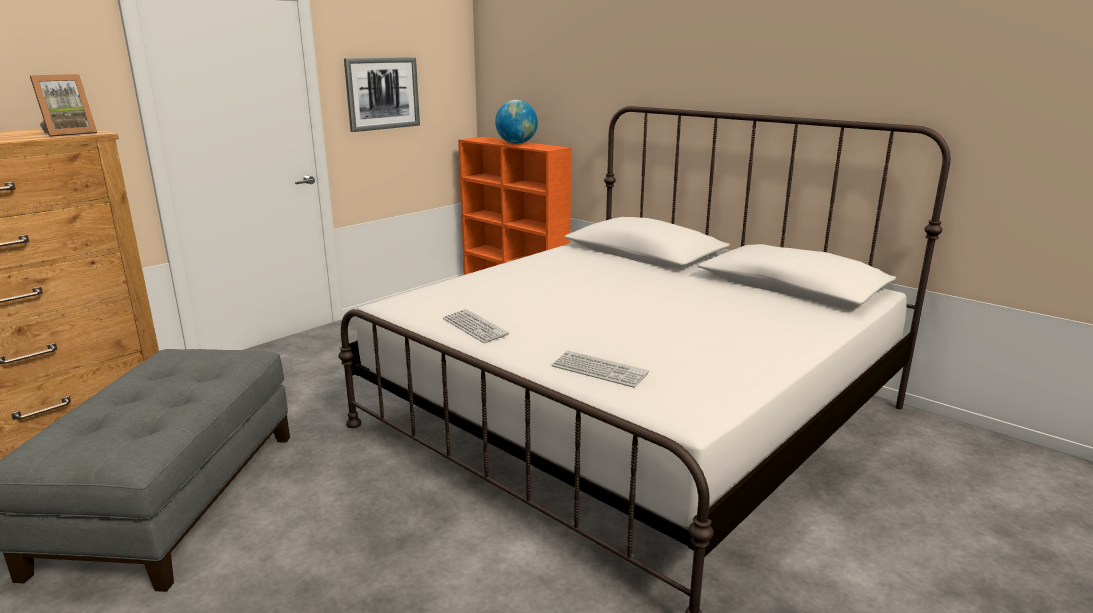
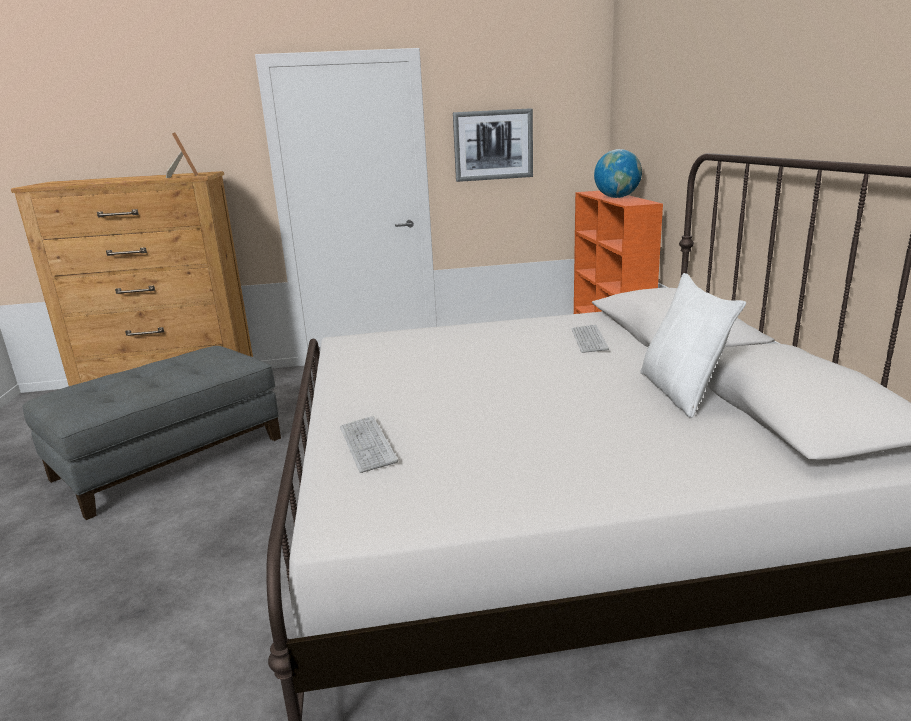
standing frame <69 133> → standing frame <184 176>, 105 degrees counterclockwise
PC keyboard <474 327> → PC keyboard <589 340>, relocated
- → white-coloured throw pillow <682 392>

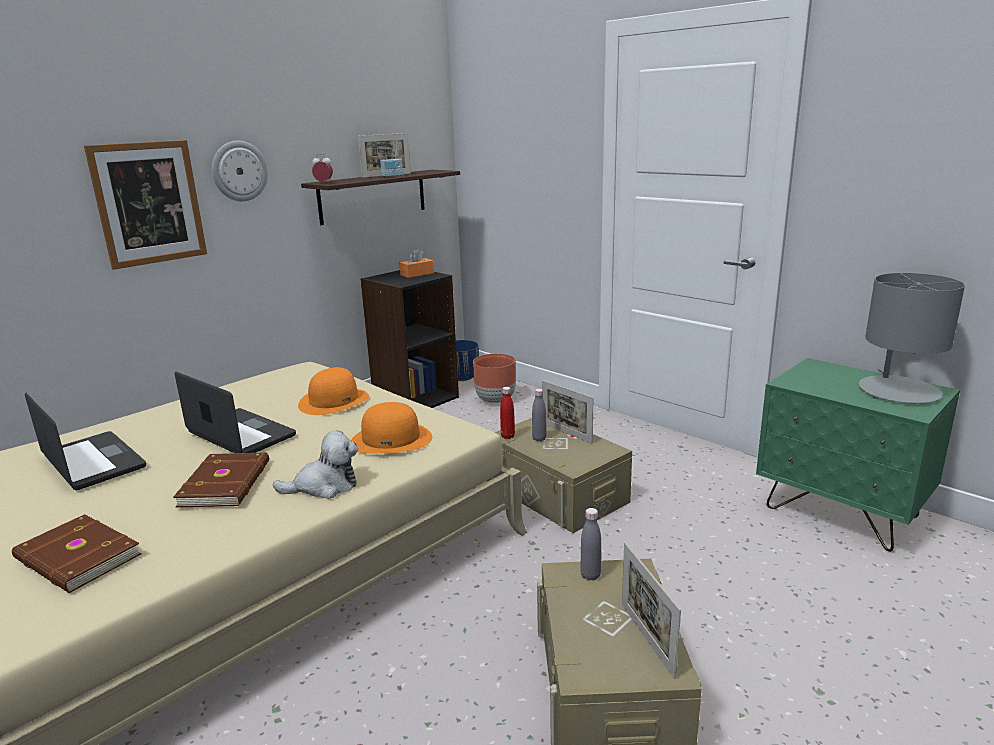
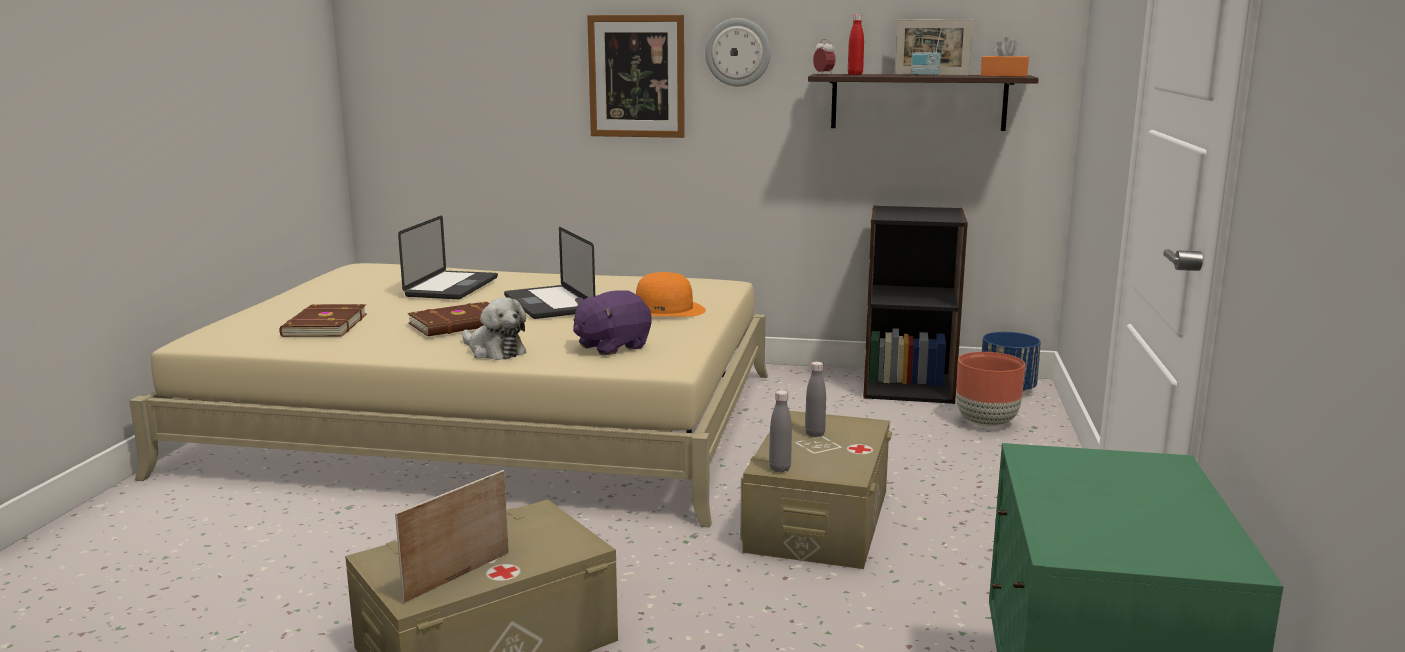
orange box of tissues <417 274> → orange box of tissues <1004 76>, relocated
gray lamp for a table <898 391> → -
notebook computer <241 434> → notebook computer <548 304>, 150 degrees clockwise
standing frame <566 433> → -
red beverage bottle <507 436> → red beverage bottle <855 74>, relocated
orange hat <391 439> → purple-coloured plush toy <611 346>
gray beverage bottle <590 575> → gray beverage bottle <780 469>, relocated

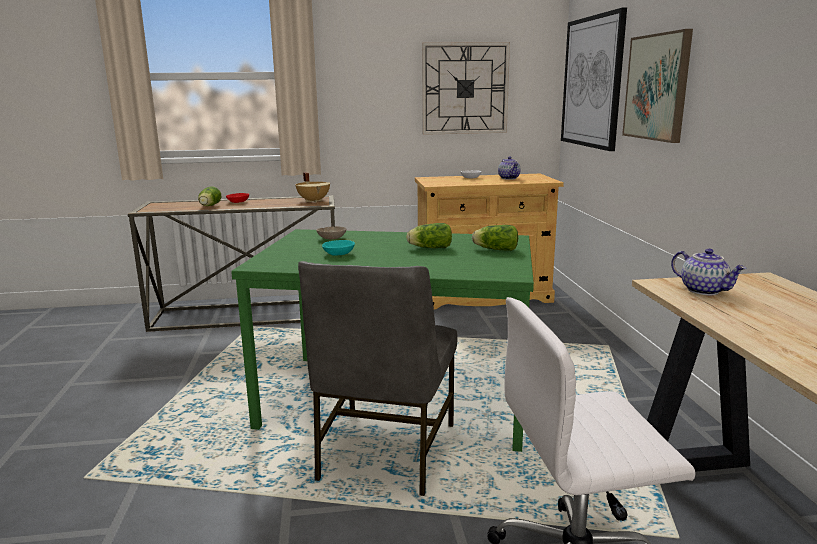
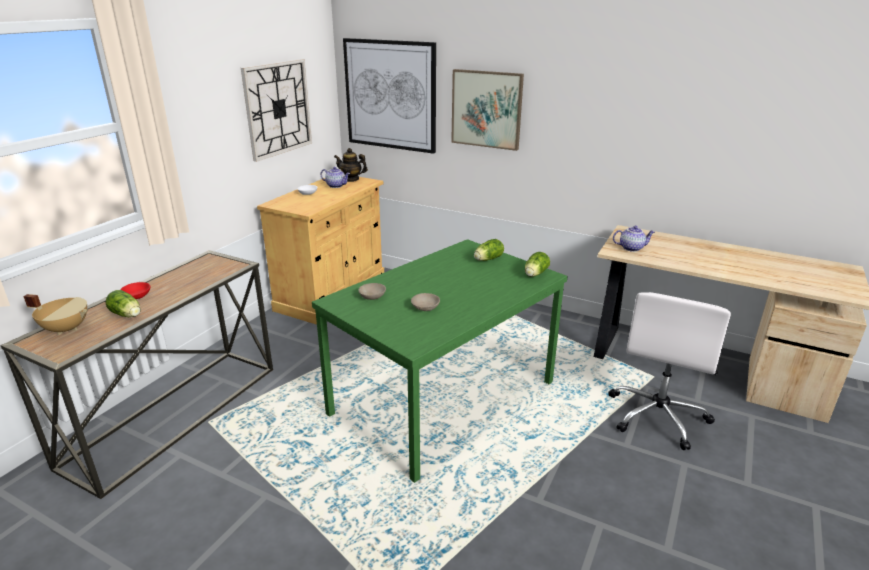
sand-coloured saucepot <314 201> → sand-coloured saucepot <66 328>, relocated
lettuce head <429 248> → lettuce head <534 274>, relocated
turquoise-coloured bowl <340 254> → sand-coloured bowl <426 307>
gray upright chair <384 453> → -
- → pot for tea <351 179>

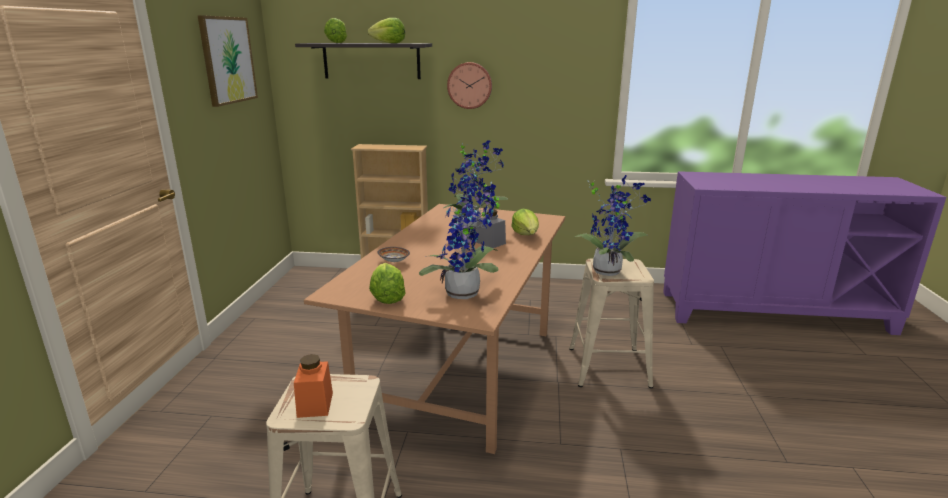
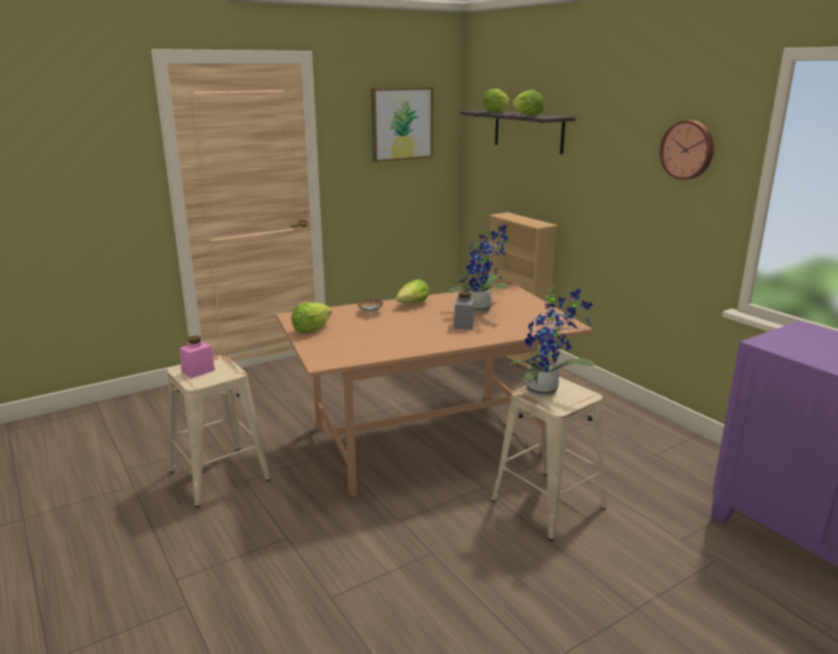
hanging clock <469 85> → hanging clock <688 150>, relocated
plant in a pot <466 294> → -
lettuce head <526 235> → lettuce head <413 304>, relocated
orange storage jar <315 404> → pink-coloured storage jar <198 371>

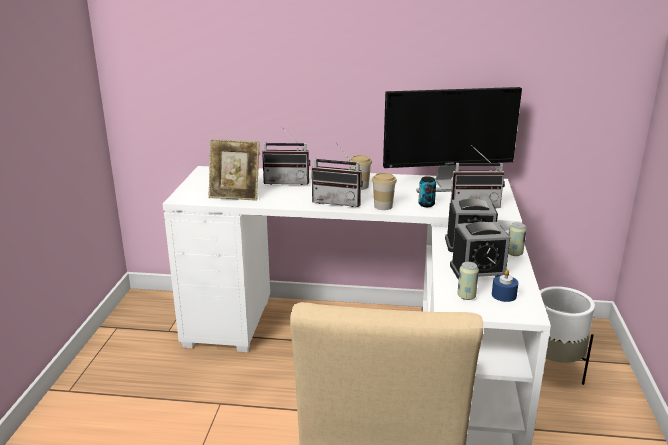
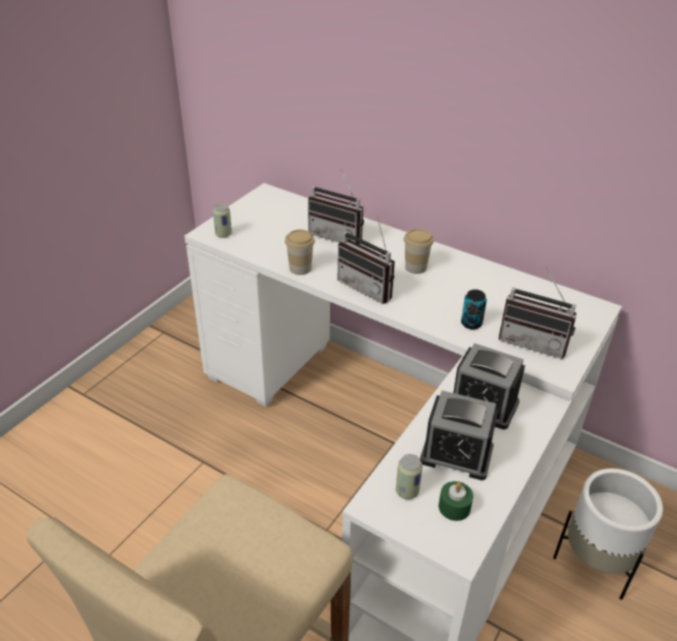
monitor <446 186> → -
standing frame <235 196> → -
cup <383 206> → cup <300 268>, relocated
metal can <514 253> → metal can <223 234>, relocated
blue-coloured wax candle <504 295> → green-coloured wax candle <454 507>

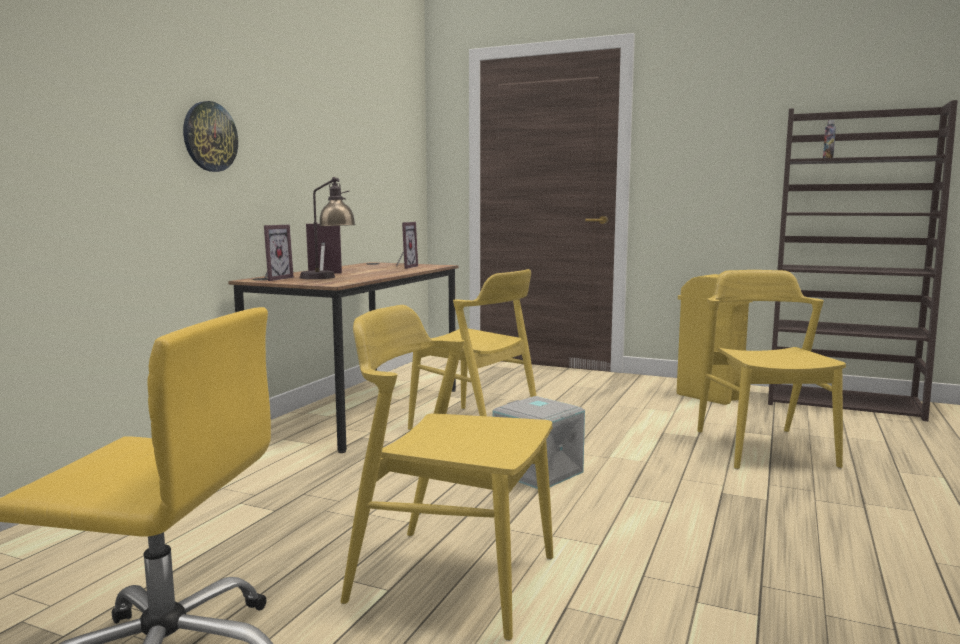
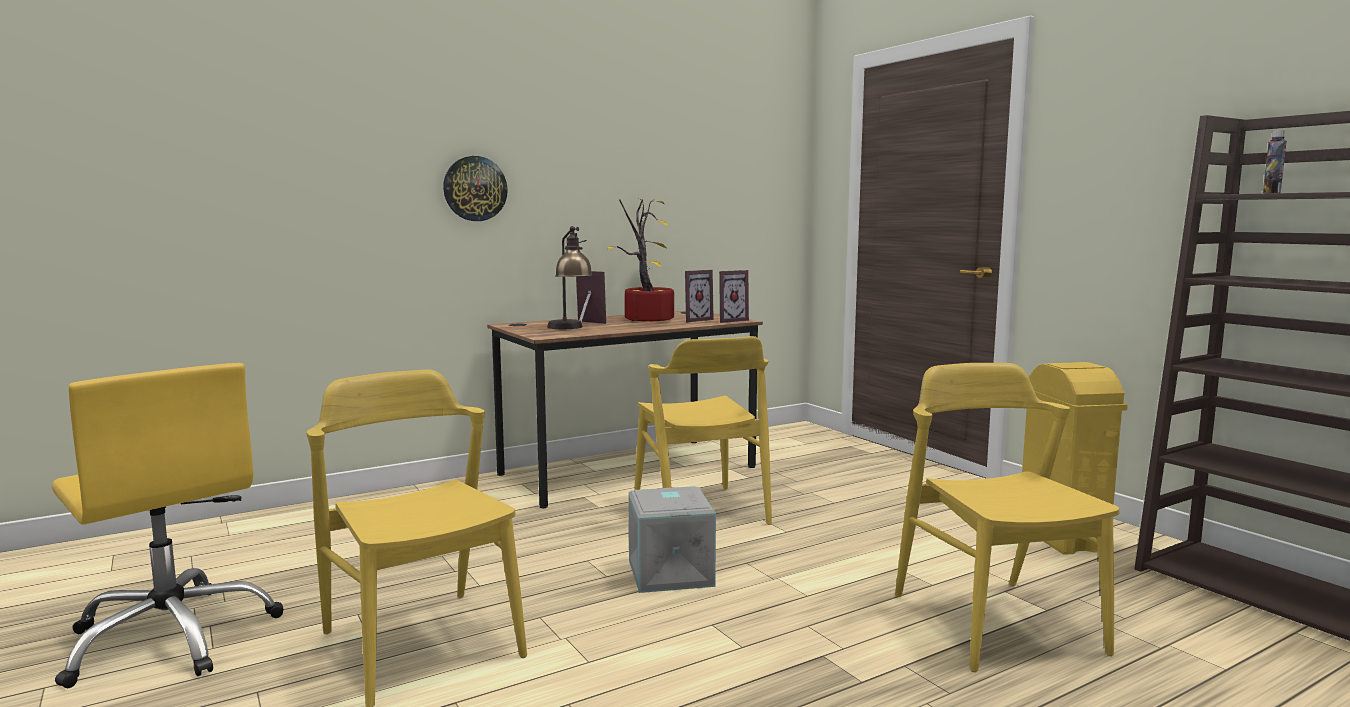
standing frame <273 278> → standing frame <729 320>, relocated
yellow-coloured upright chair <764 448> → yellow-coloured upright chair <996 623>, 45 degrees counterclockwise
- → plant in a pot <646 320>

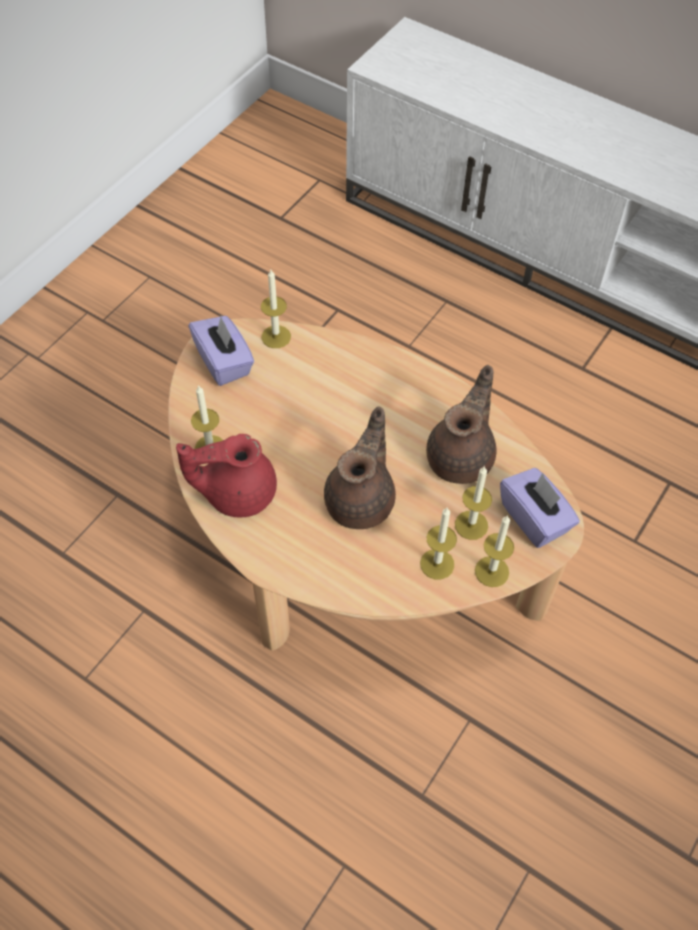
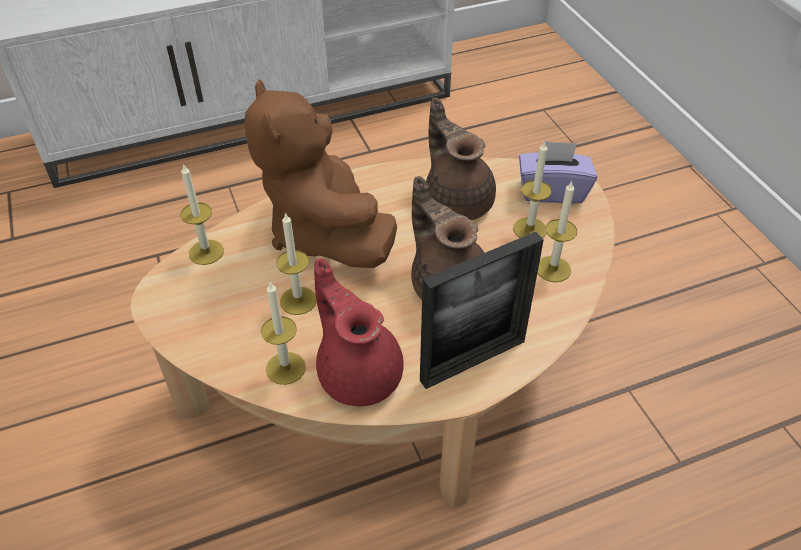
purple-coloured box of tissues <224 362> → -
red pot for tea <237 492> → red pot for tea <358 372>, 120 degrees clockwise
wax candle <491 571> → wax candle <298 301>, relocated
- → brownish plush toy <324 233>
- → standing frame <473 360>

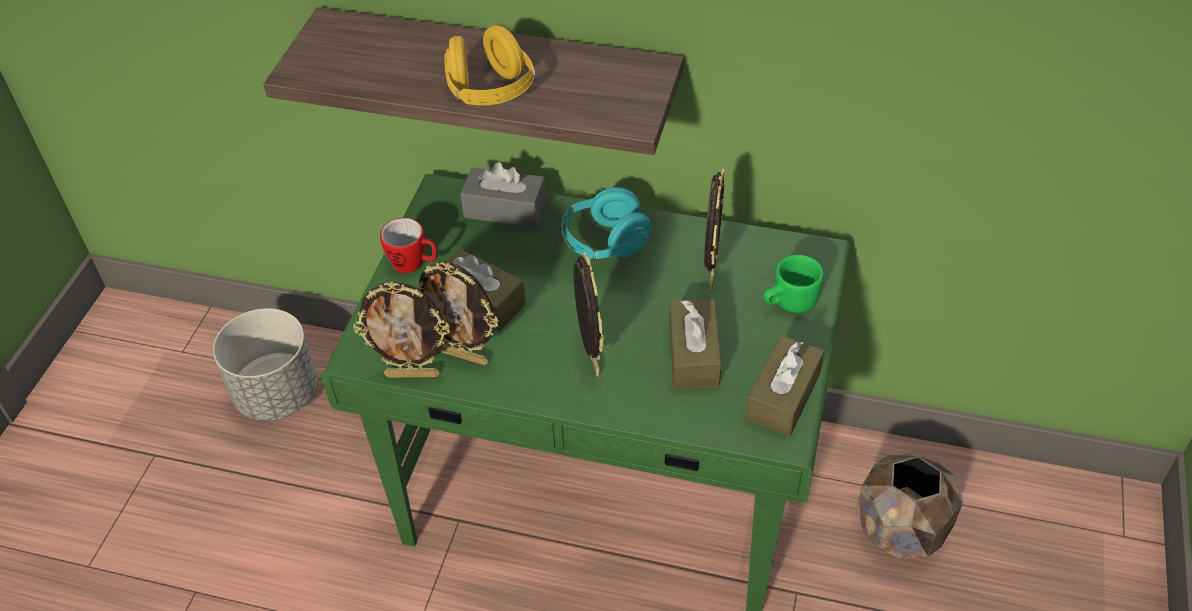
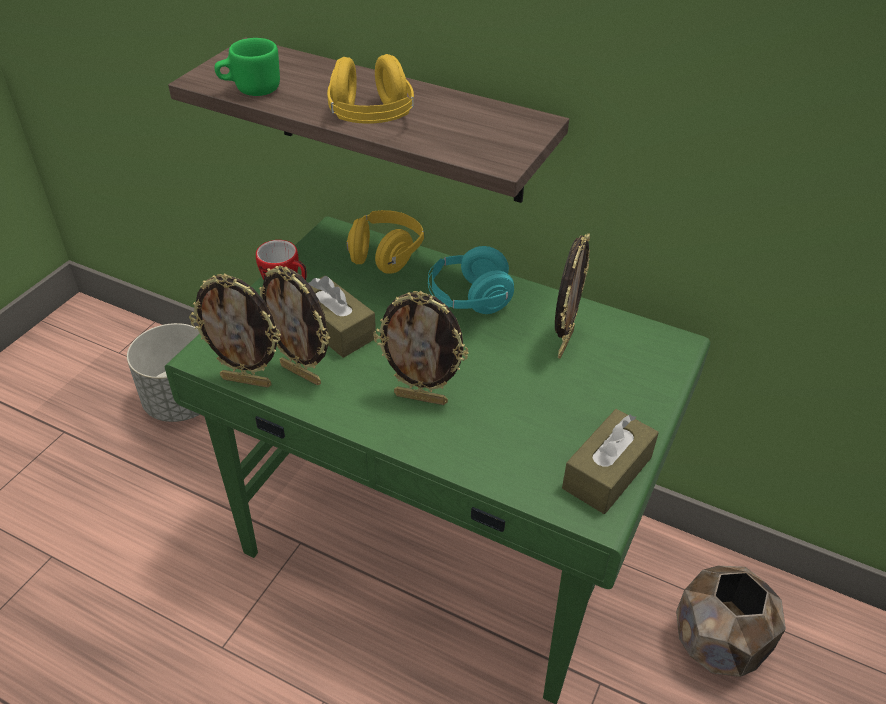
gray box of tissues <505 209> → yellow-coloured headphones <385 255>
standing frame <590 357> → standing frame <421 398>, 105 degrees clockwise
green-coloured coffee mug <788 302> → green-coloured coffee mug <250 90>, relocated
brownish box of tissues <693 355> → -

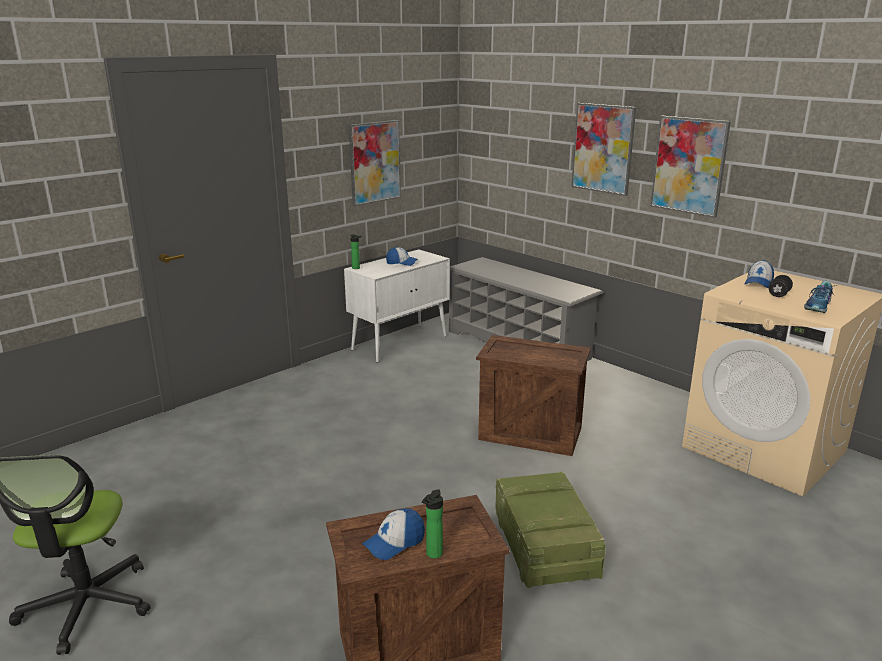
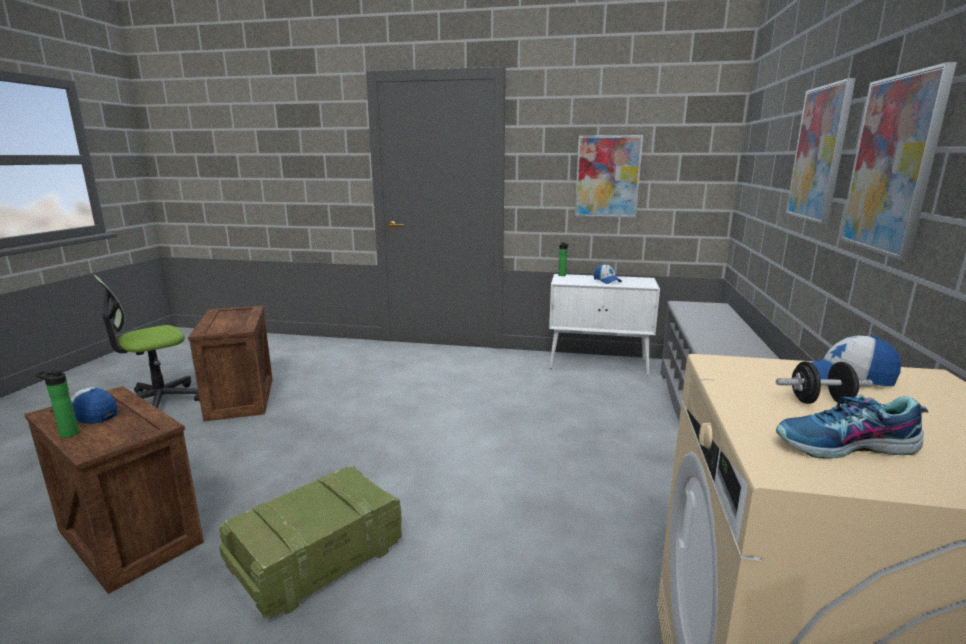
packing crate <531 433> → packing crate <242 398>, relocated

